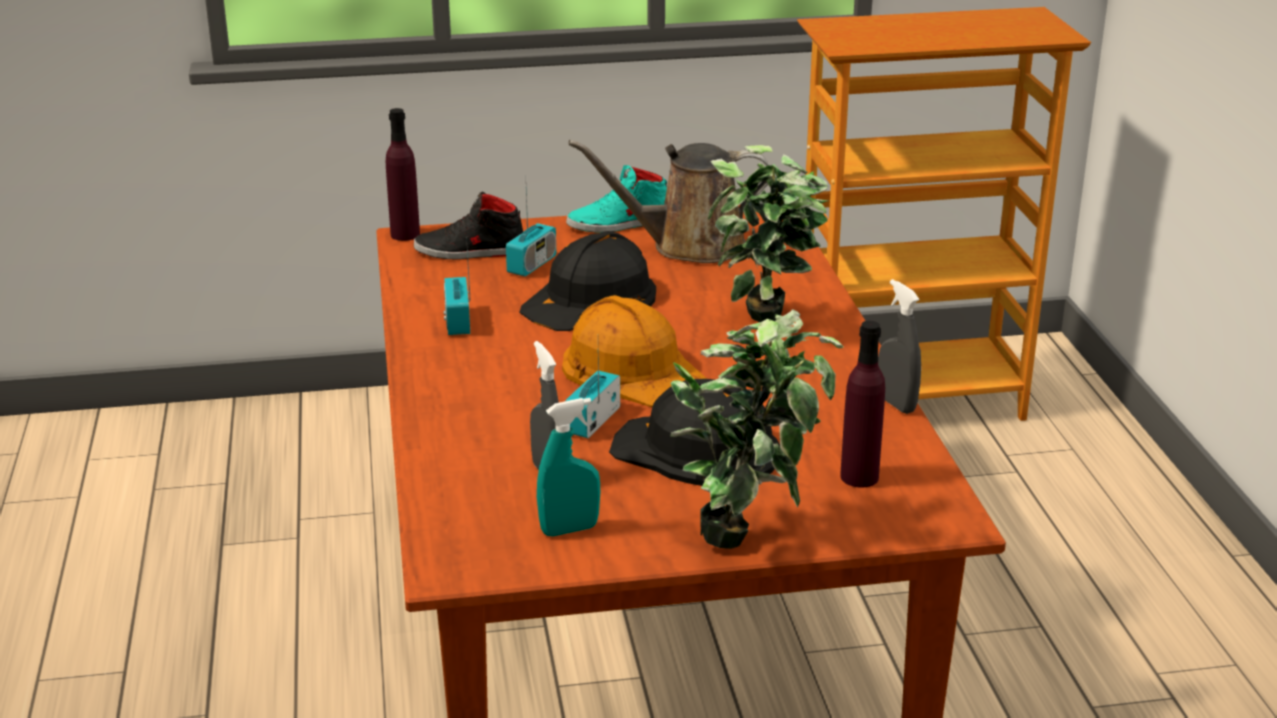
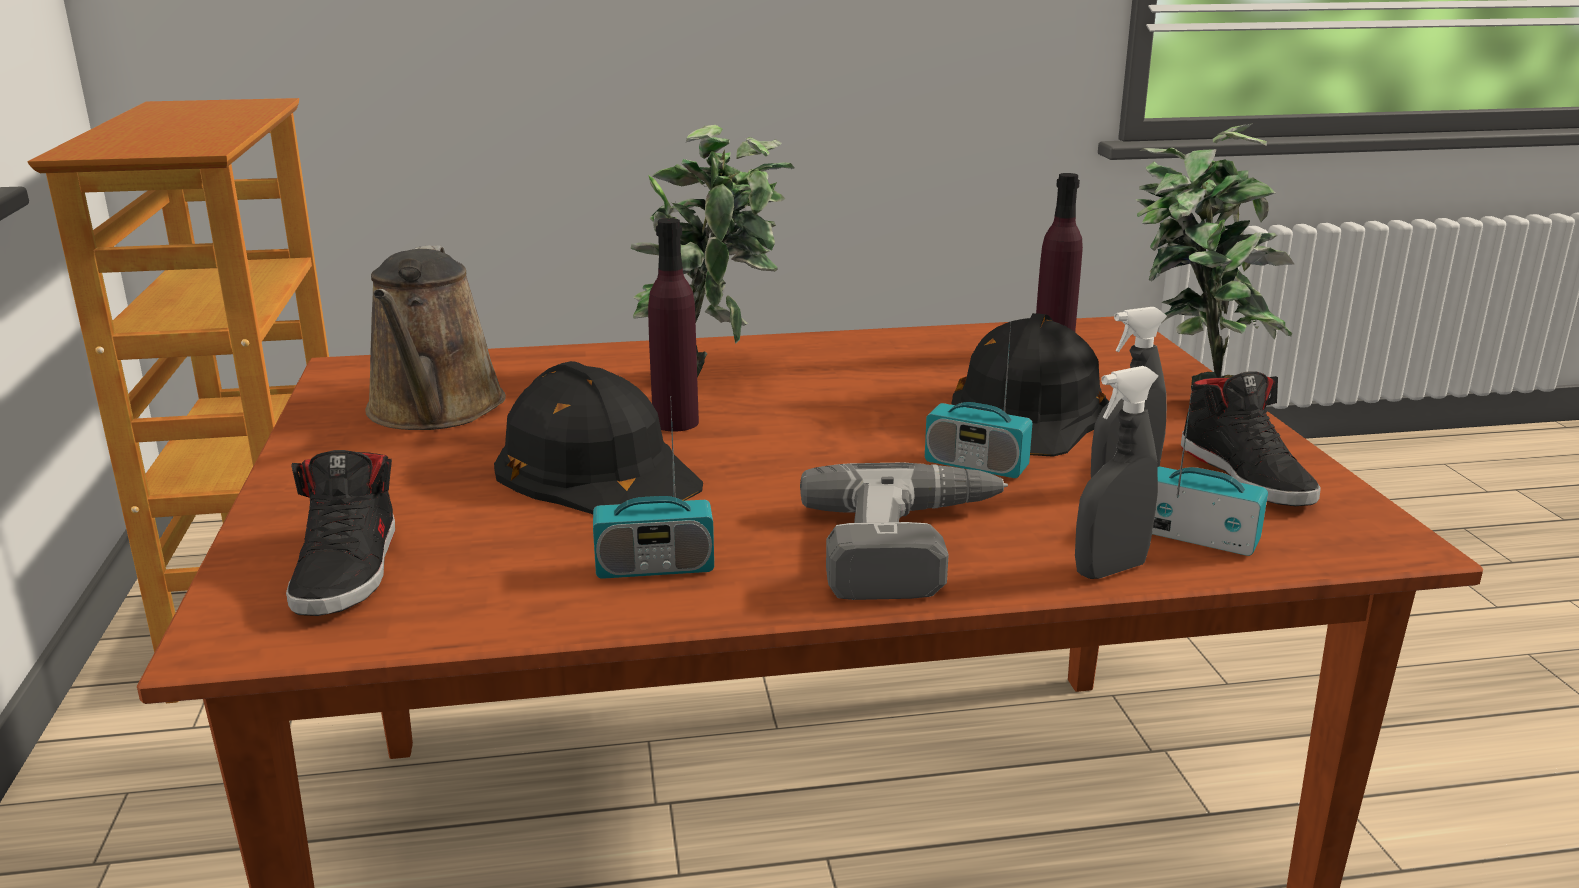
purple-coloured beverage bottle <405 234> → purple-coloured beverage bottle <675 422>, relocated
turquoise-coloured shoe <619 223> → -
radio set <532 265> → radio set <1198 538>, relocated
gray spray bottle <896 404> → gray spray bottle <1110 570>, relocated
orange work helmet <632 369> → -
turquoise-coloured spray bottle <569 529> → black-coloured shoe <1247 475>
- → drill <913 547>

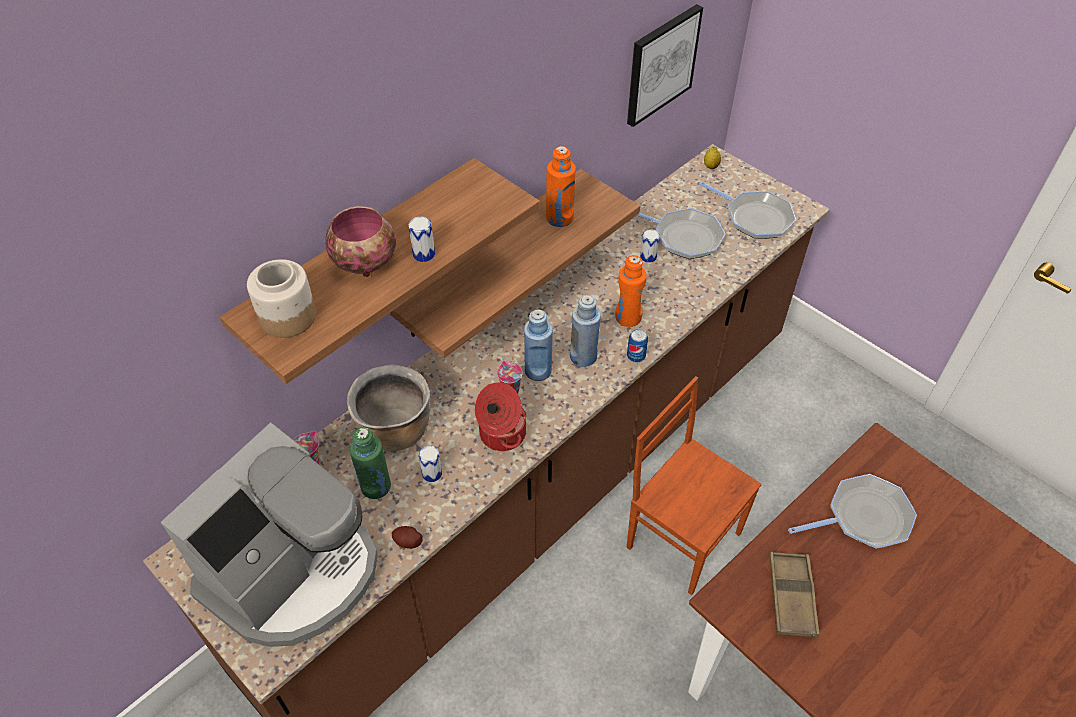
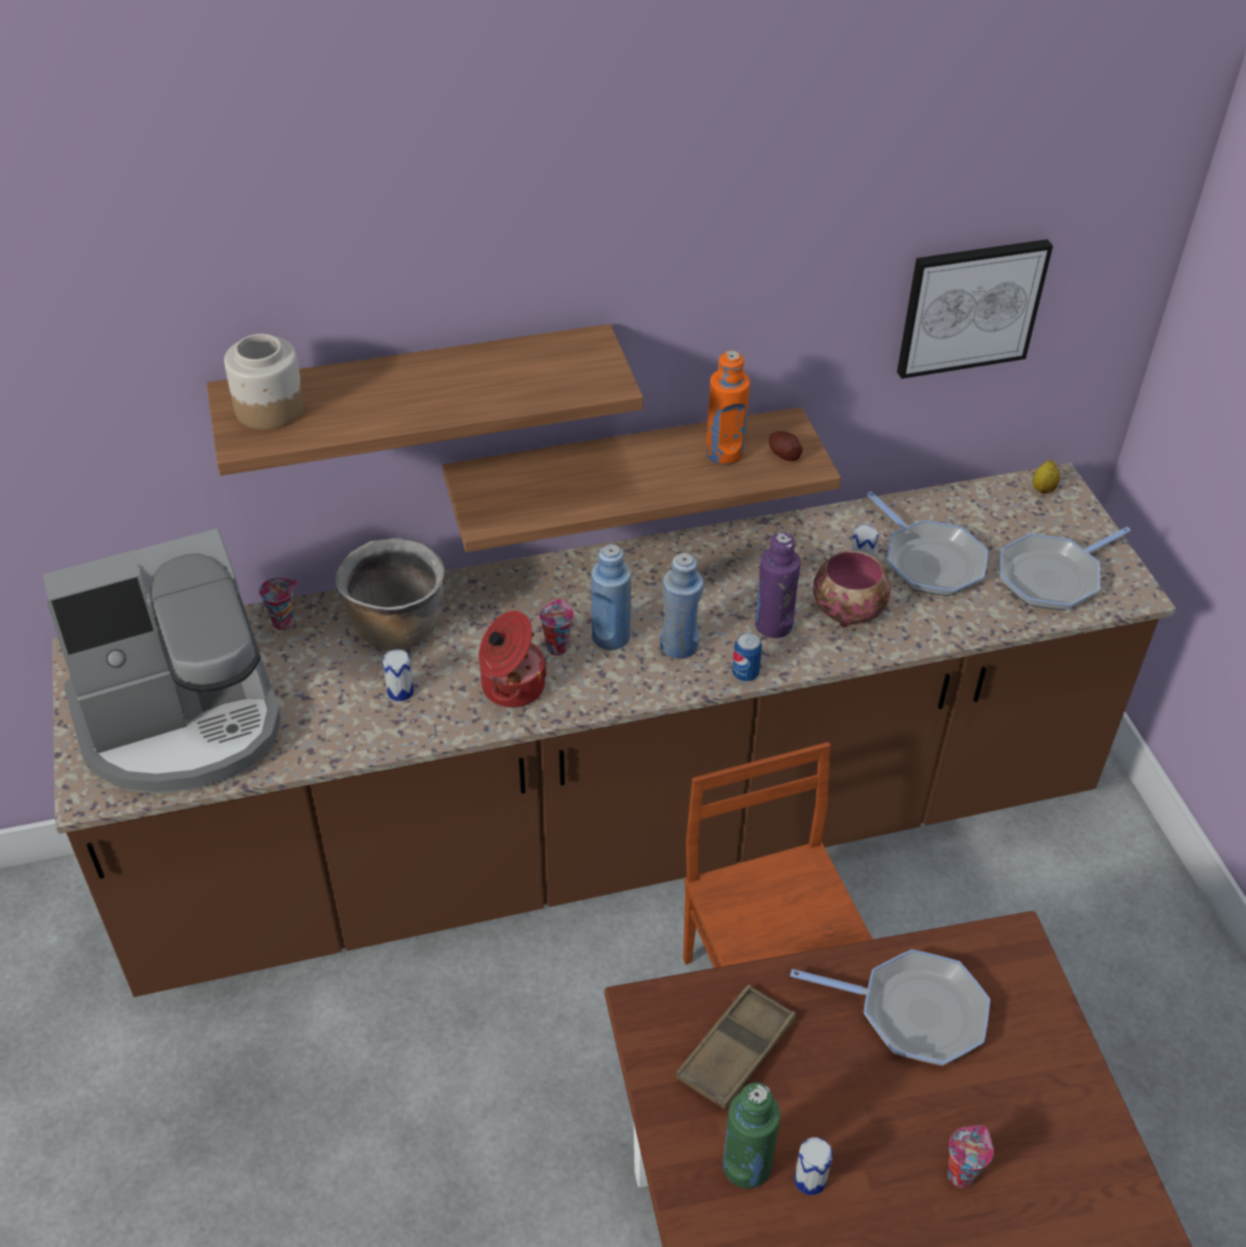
pan <755 218> → pan <1052 577>, 75 degrees clockwise
bowl <365 261> → bowl <849 611>, relocated
metal can <423 254> → metal can <810 1179>, relocated
orange beverage bottle <628 317> → purple-coloured beverage bottle <773 625>
green-coloured beverage bottle <376 486> → green-coloured beverage bottle <746 1166>, relocated
potato <408 542> → potato <784 454>, relocated
- → cup <960 1173>

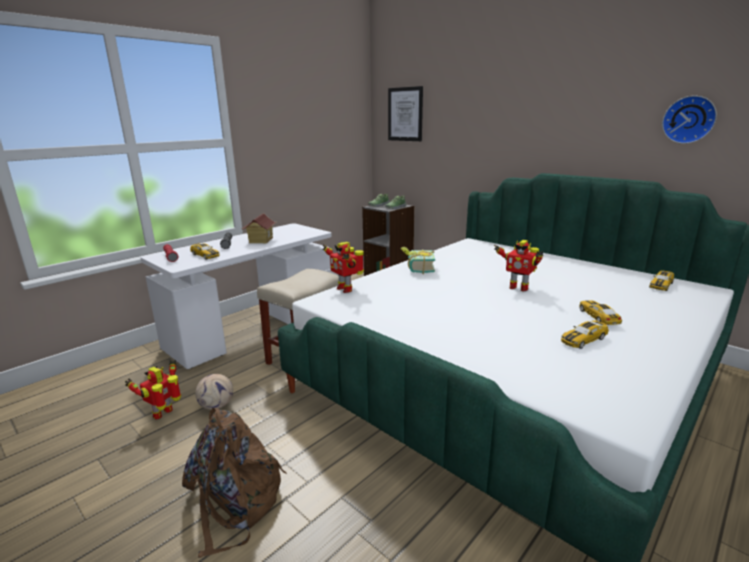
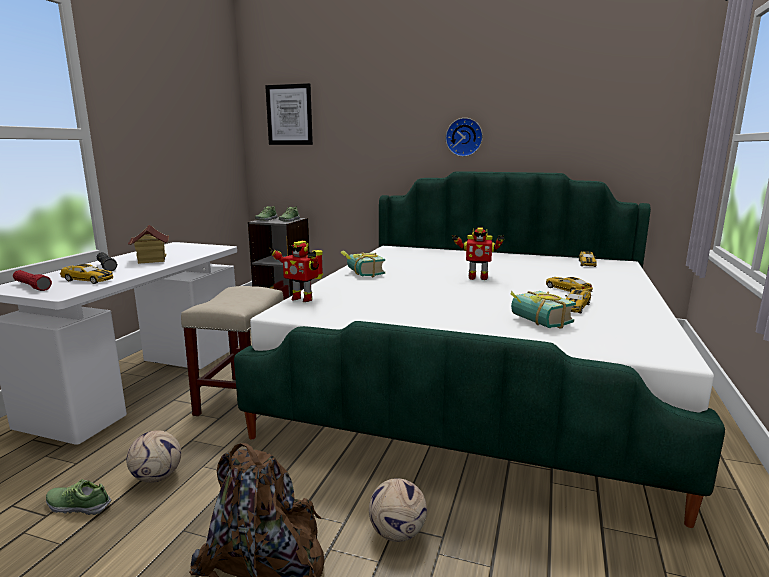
hanging clock <689 119> → hanging clock <464 137>, relocated
robot figure <164 413> → shoe <78 505>
- → volume <536 322>
- → football <397 534>

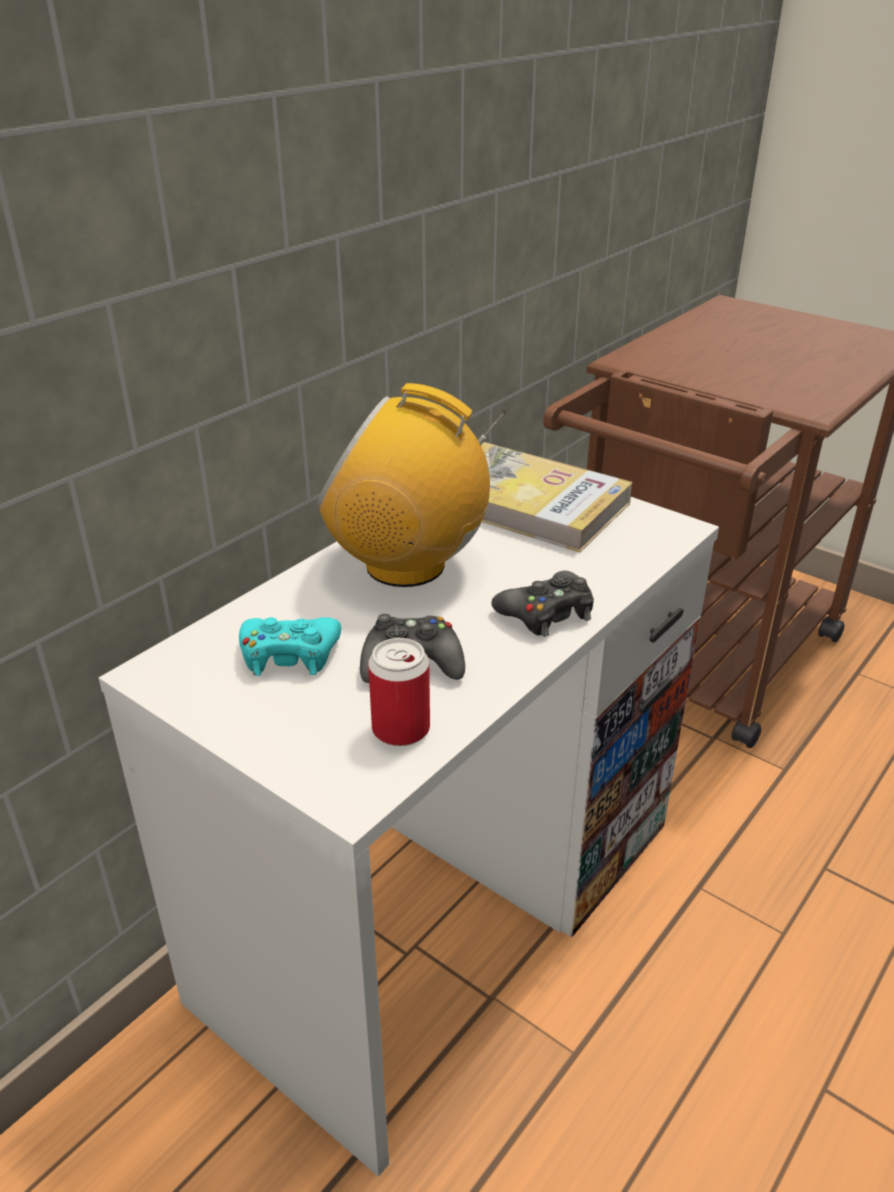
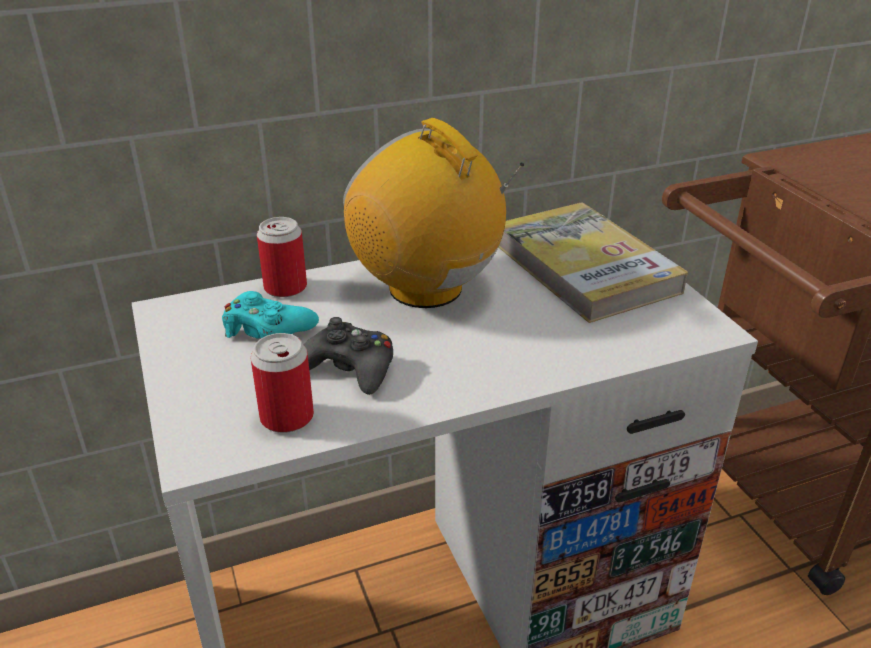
black-coloured joypad <546 613> → -
- → metal can <285 288>

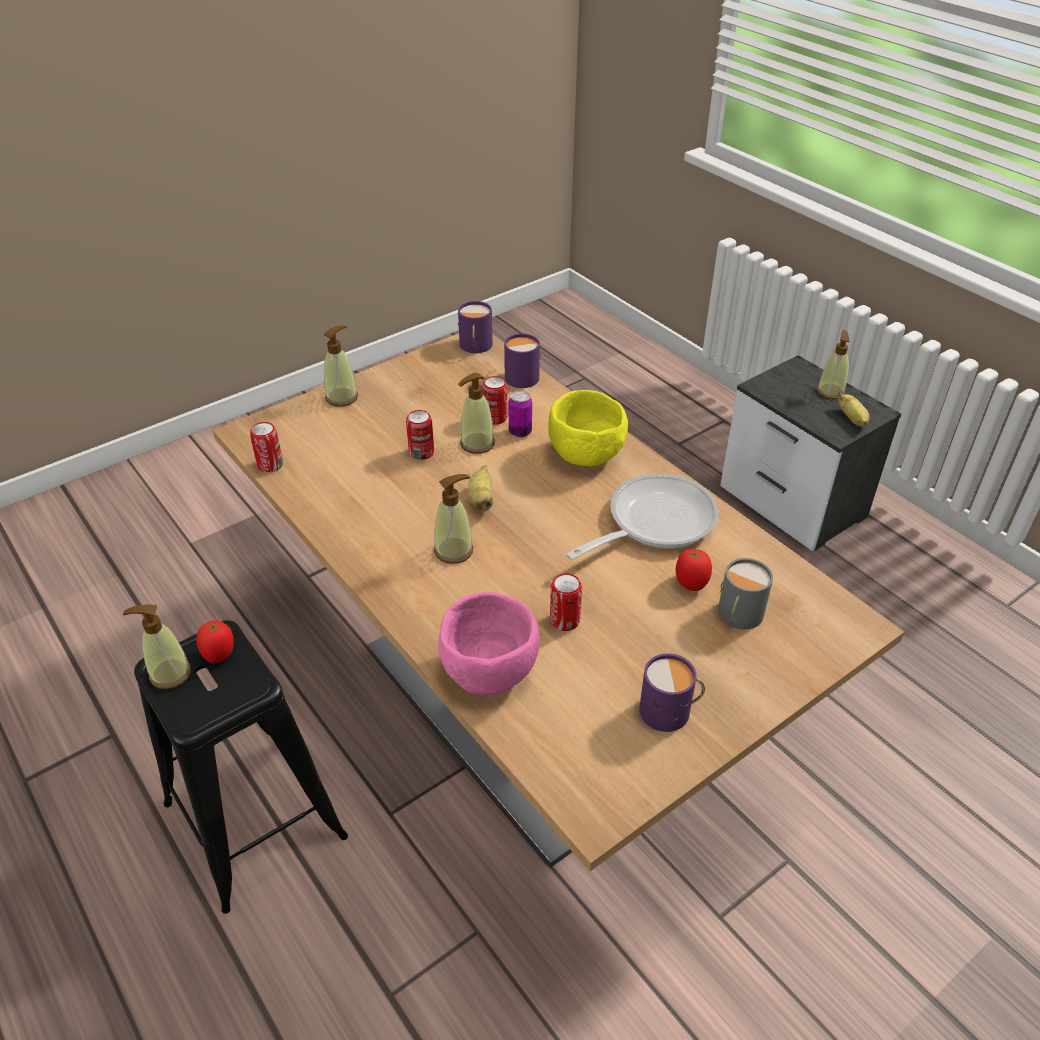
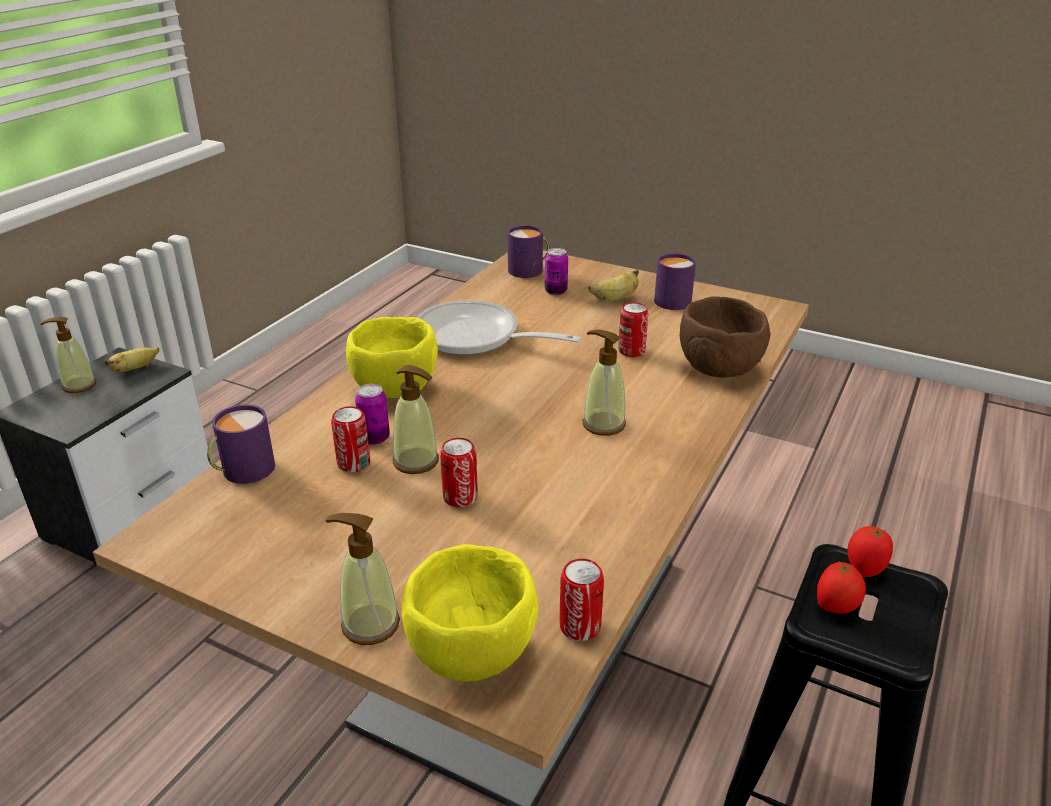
purple-coloured coffee mug <475 346> → purple-coloured coffee mug <529 270>, relocated
banana fruit <481 500> → banana fruit <614 298>, relocated
tomato <690 583> → tomato <864 569>, relocated
gray coffee mug <737 615> → metal can <556 291>
pink-coloured bowl <490 670> → brownish bowl <716 369>
soap dispenser <170 674> → -
- → yellow-coloured bowl <473 655>

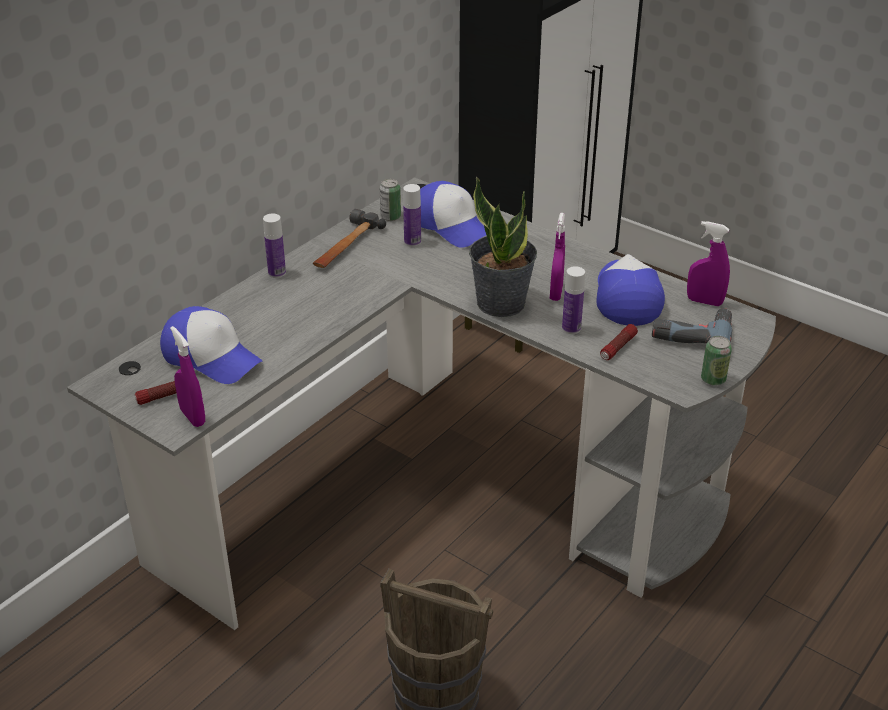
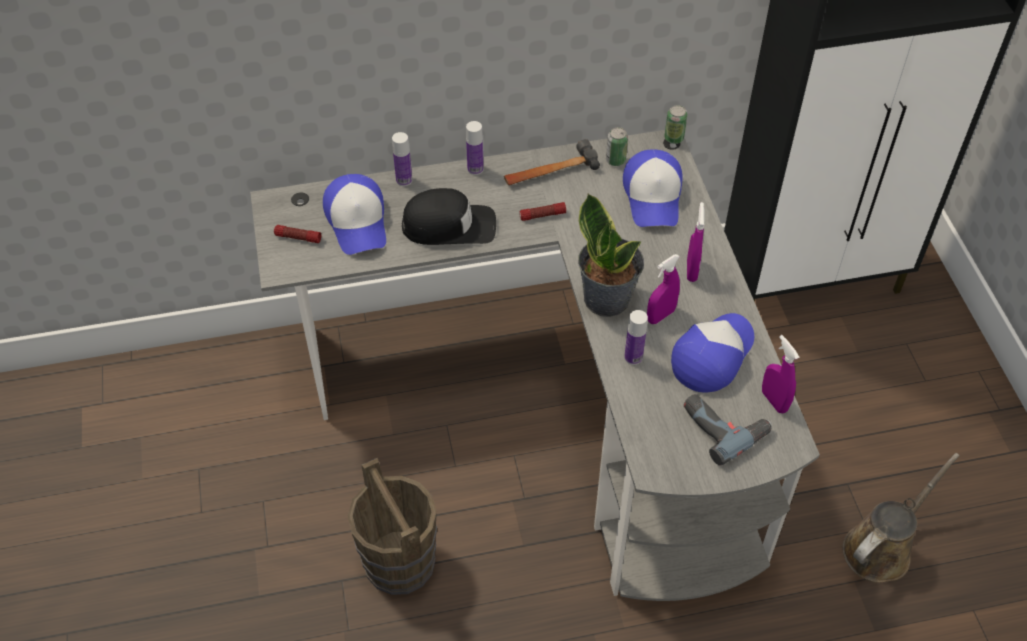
beverage bottle <412 242> → beverage bottle <404 180>, relocated
hand torch <618 347> → hand torch <542 215>, relocated
purple-coloured spray bottle <192 417> → purple-coloured spray bottle <691 270>, relocated
metal can <713 379> → metal can <674 138>, relocated
- → black-coloured peaked cap <449 226>
- → brownish sprinkling can <881 548>

